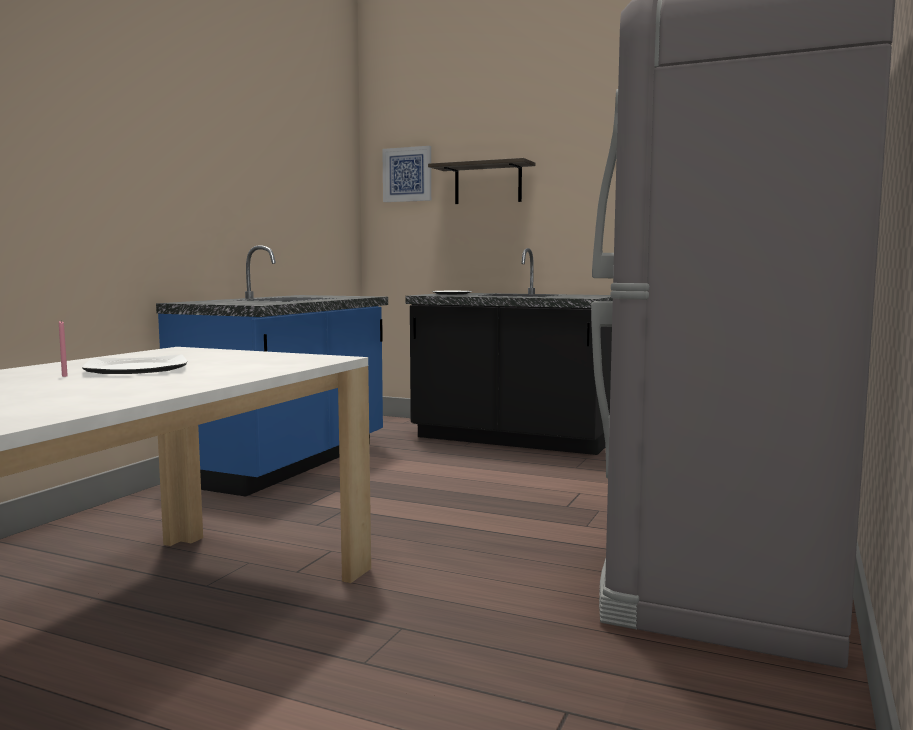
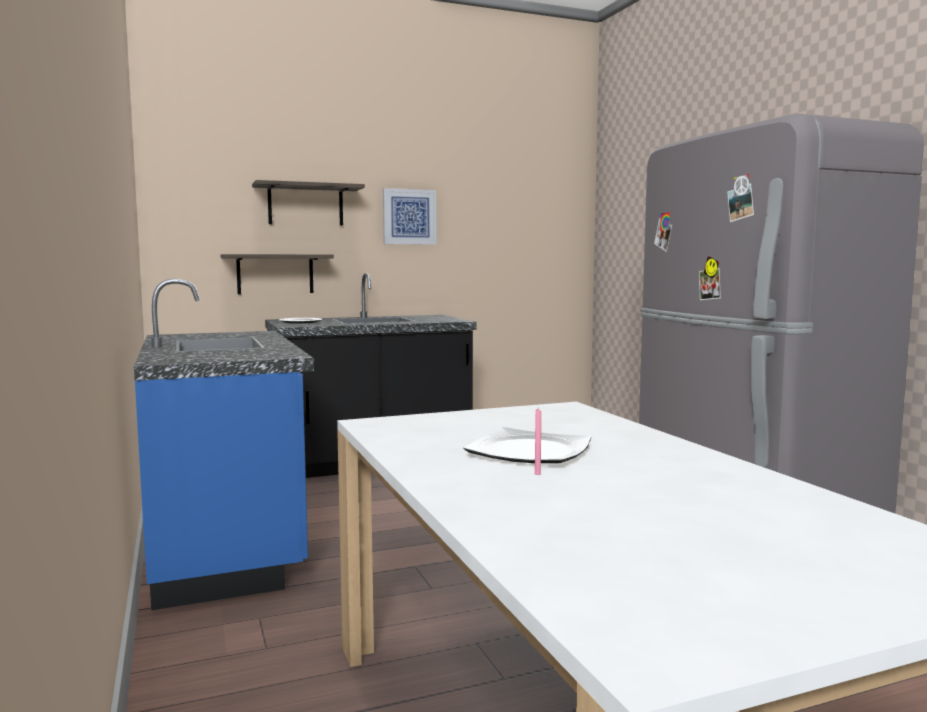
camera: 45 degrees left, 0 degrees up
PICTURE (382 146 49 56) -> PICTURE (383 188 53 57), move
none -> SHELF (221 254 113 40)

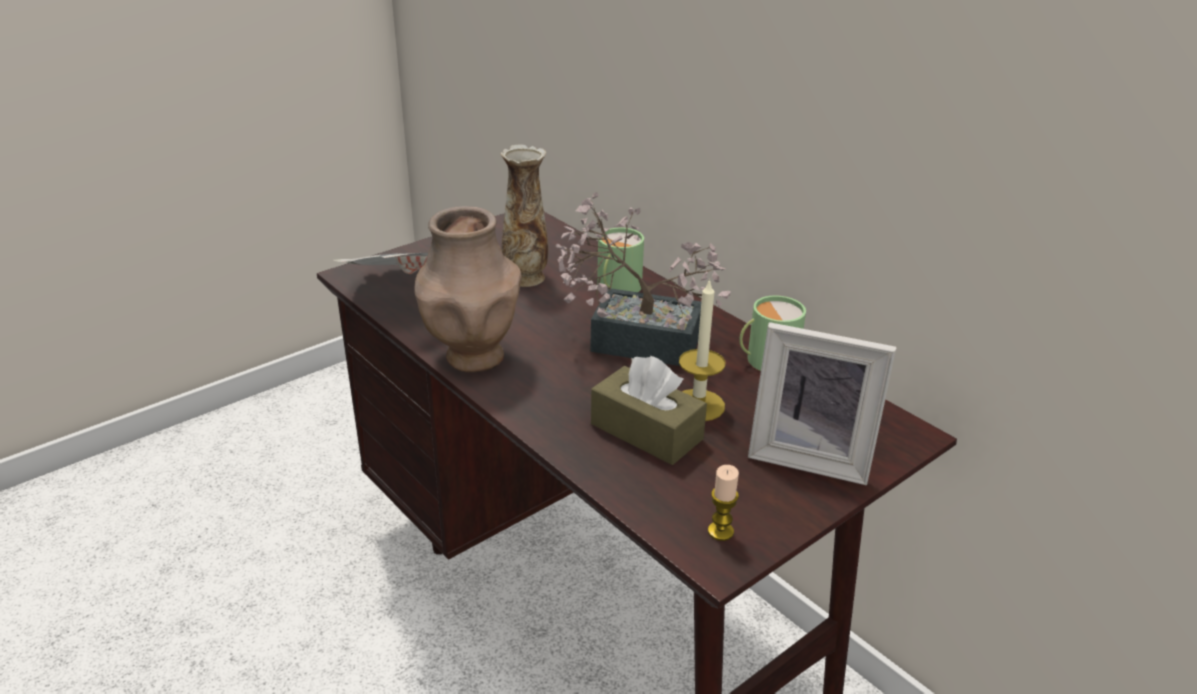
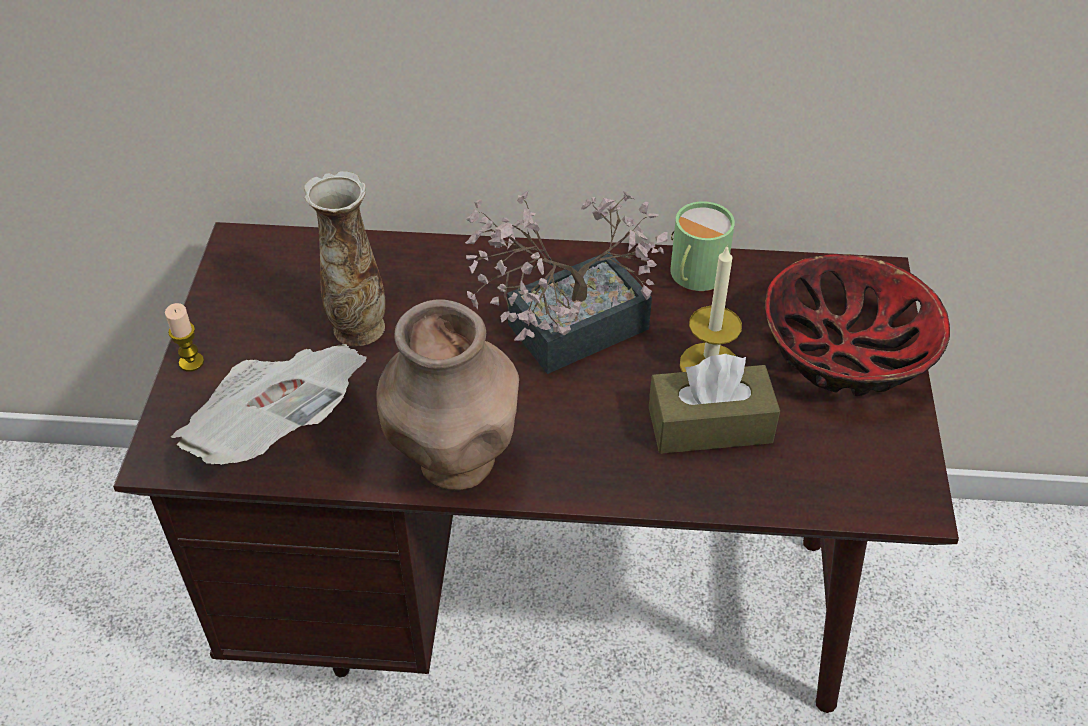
camera: 45 degrees left, 15 degrees up
GREEN MUG (596 228 48 64) -> none
CANDLE (708 465 31 76) -> CANDLE (165 303 39 69), move
PICTURE FRAME (748 322 149 163) -> BOWL (765 254 185 142)

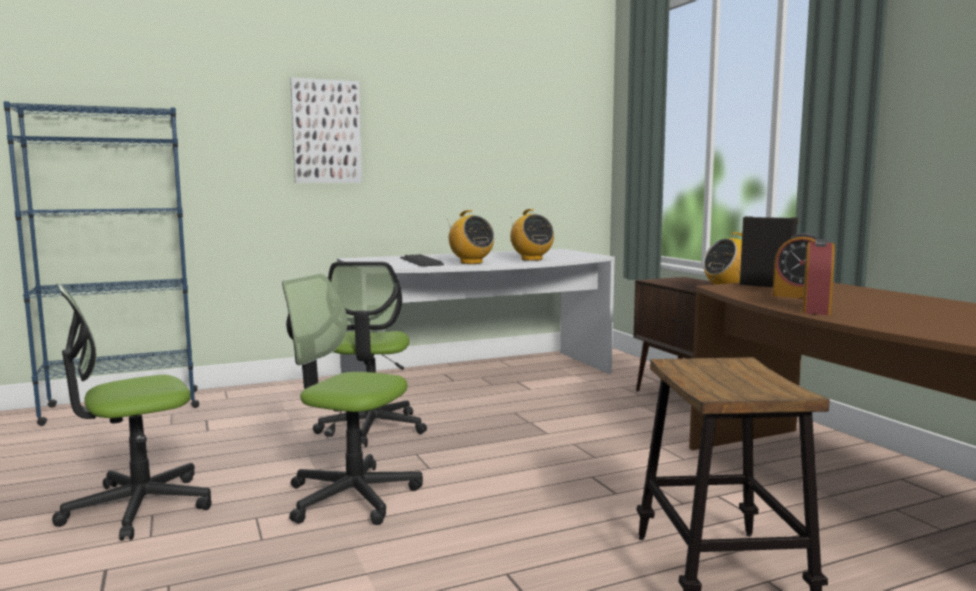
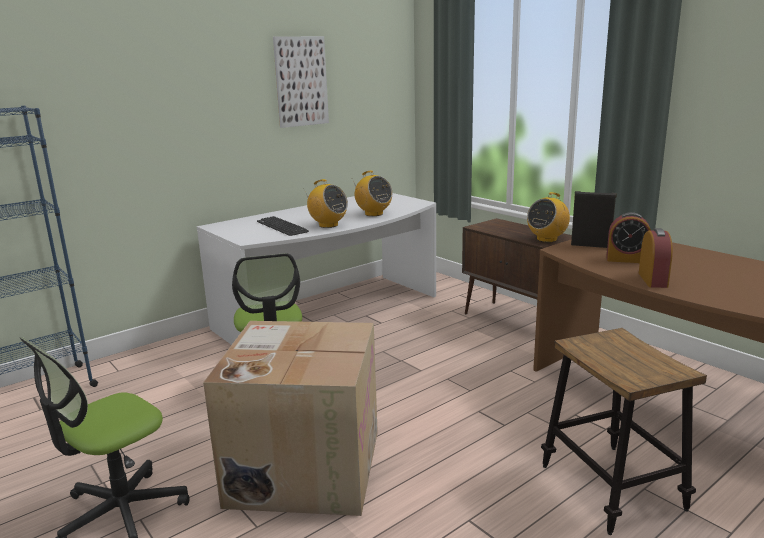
camera: 15 degrees left, 10 degrees up
OFFICE CHAIR (282 274 141 251) -> CARDBOARD BOX (203 321 175 195)
PICTURE (290 78 72 105) -> PICTURE (273 36 56 92), move

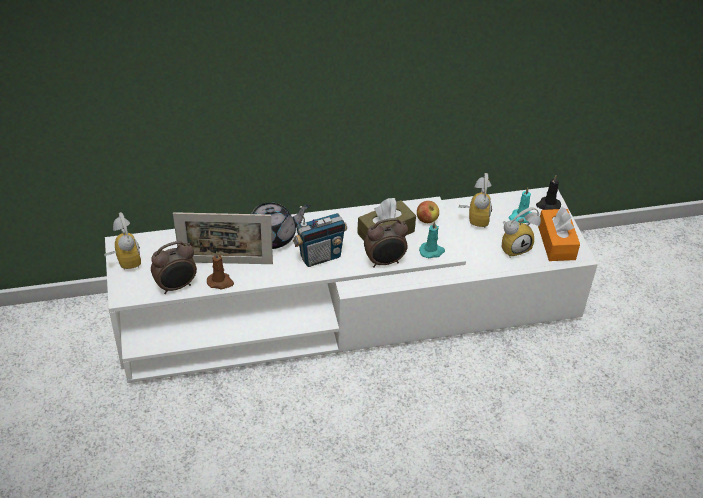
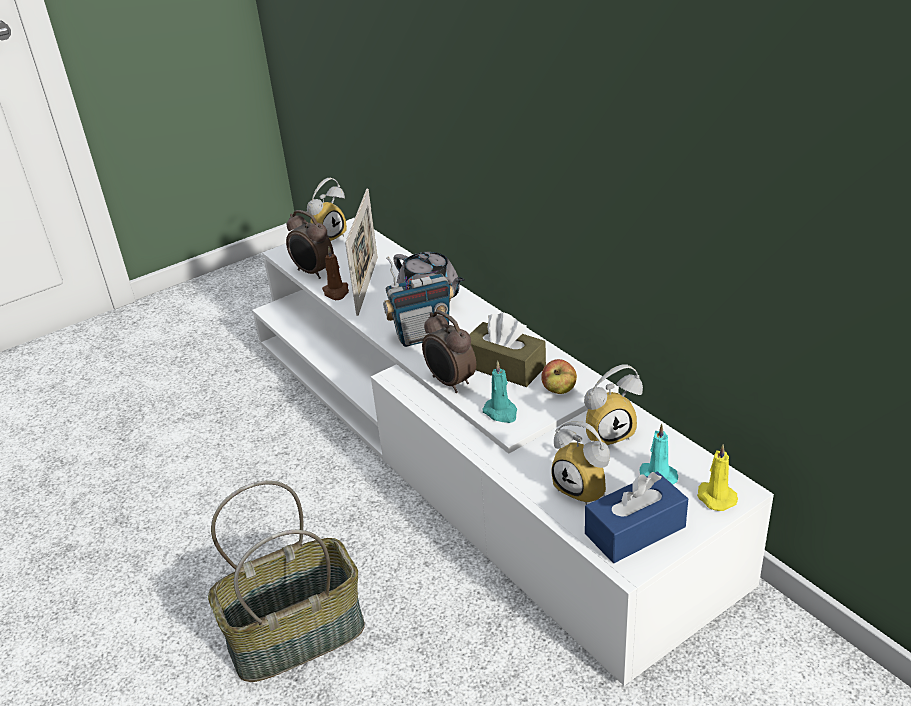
camera: 70 degrees right, 10 degrees down
PICTURE FRAME (173 212 100 52) -> PICTURE FRAME (345 189 33 127), 150 degrees counterclockwise
RADIO (293 206 54 61) -> RADIO (383 256 72 91), 60 degrees counterclockwise
BLACK CANDLE (536 176 25 34) -> YELLOW CANDLE (697 444 41 67)
ORANGE TISSUE BOX (538 207 42 54) -> BLUE TISSUE BOX (585 472 103 91)
none -> BASKET (208 481 157 201)

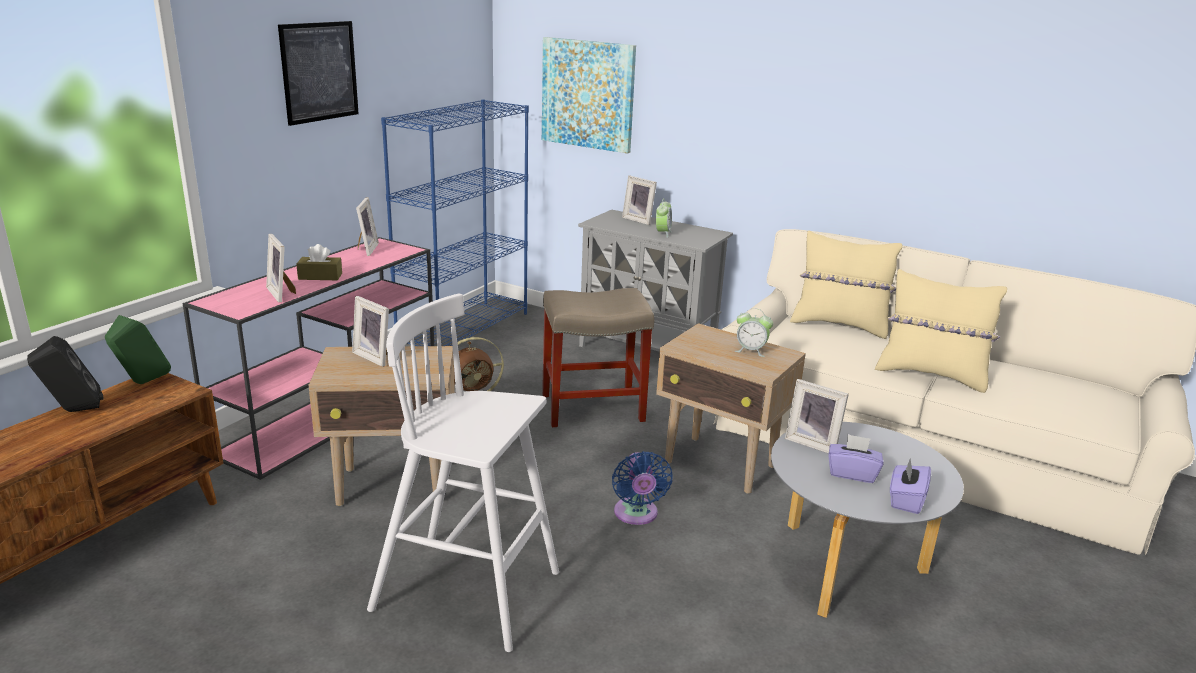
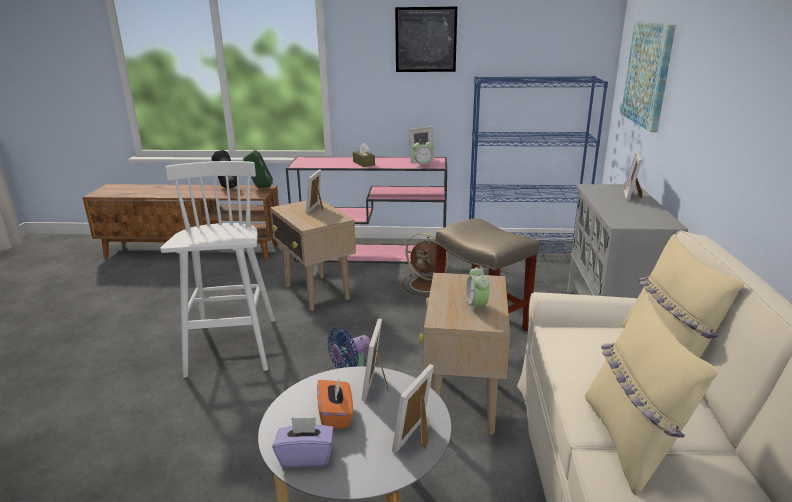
camera: 65 degrees right, 0 degrees up
PICTURE FRAME (266 234 30 68) -> PICTURE FRAME (392 364 42 90), move
ALARM CLOCK (656 199 16 39) -> ALARM CLOCK (412 141 22 27), move
PURPLE TISSUE BOX (828 434 55 49) -> ORANGE TISSUE BOX (317 378 36 51)

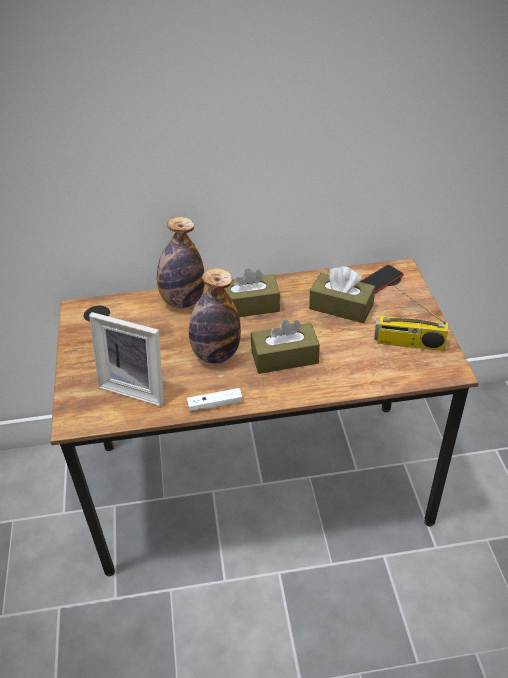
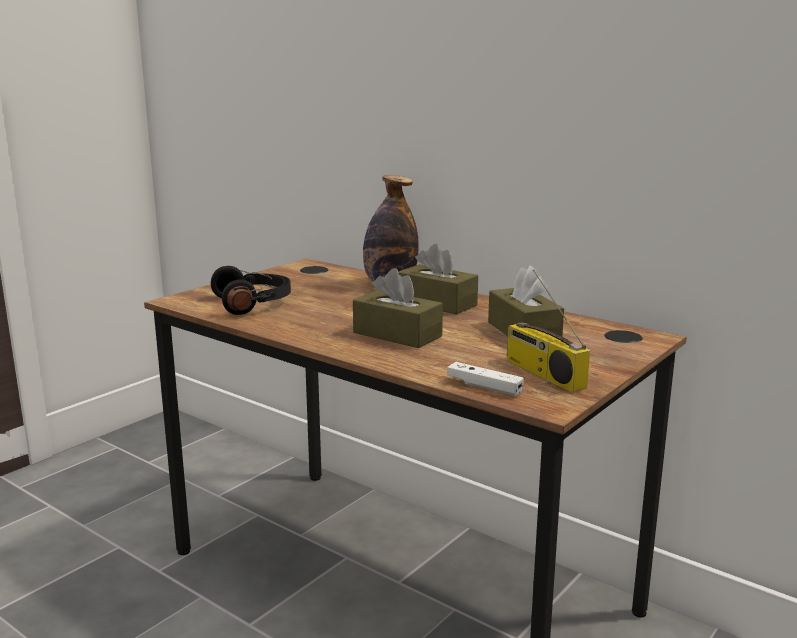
camera: 45 degrees right, 25 degrees down
PICTURE FRAME (89 312 75 94) -> BLACK HEADPHONES (211 266 80 49)
WHITE GAME CONTROLLER (187 388 55 23) -> WHITE GAME CONTROLLER (447 362 77 34), move
BOTTLE (189 268 52 95) -> none
PHONE (360 265 44 28) -> none

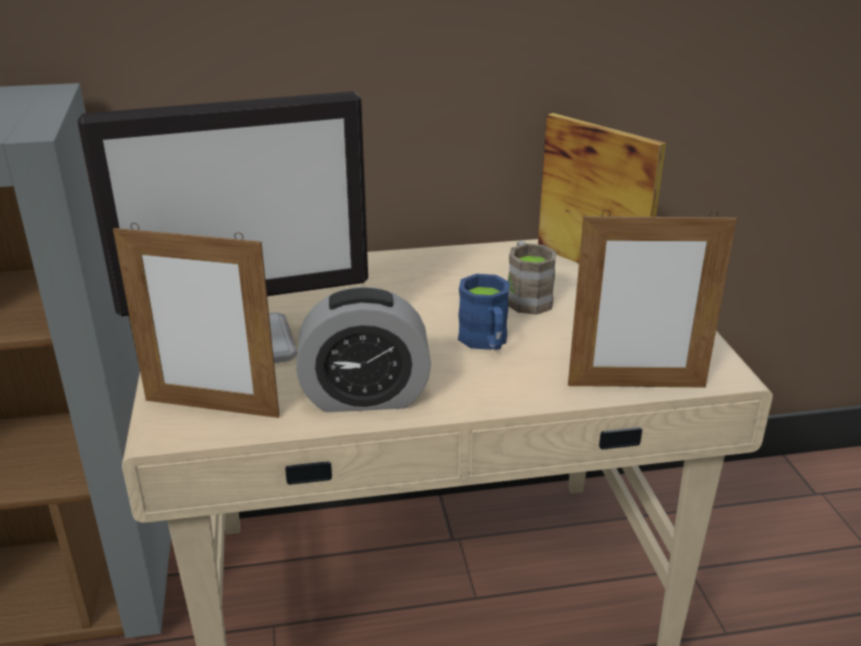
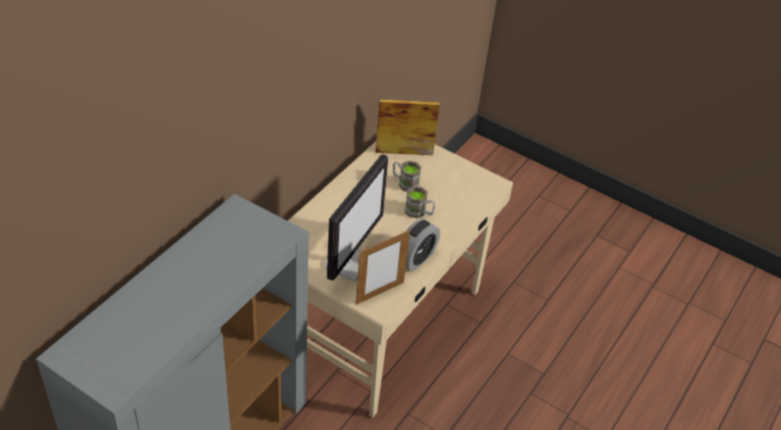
camera: 50 degrees left, 15 degrees up
BLUE MUG (458 274 52 76) -> BROWN MUG (405 186 31 32)
PICTURE FRAME (568 210 169 178) -> none

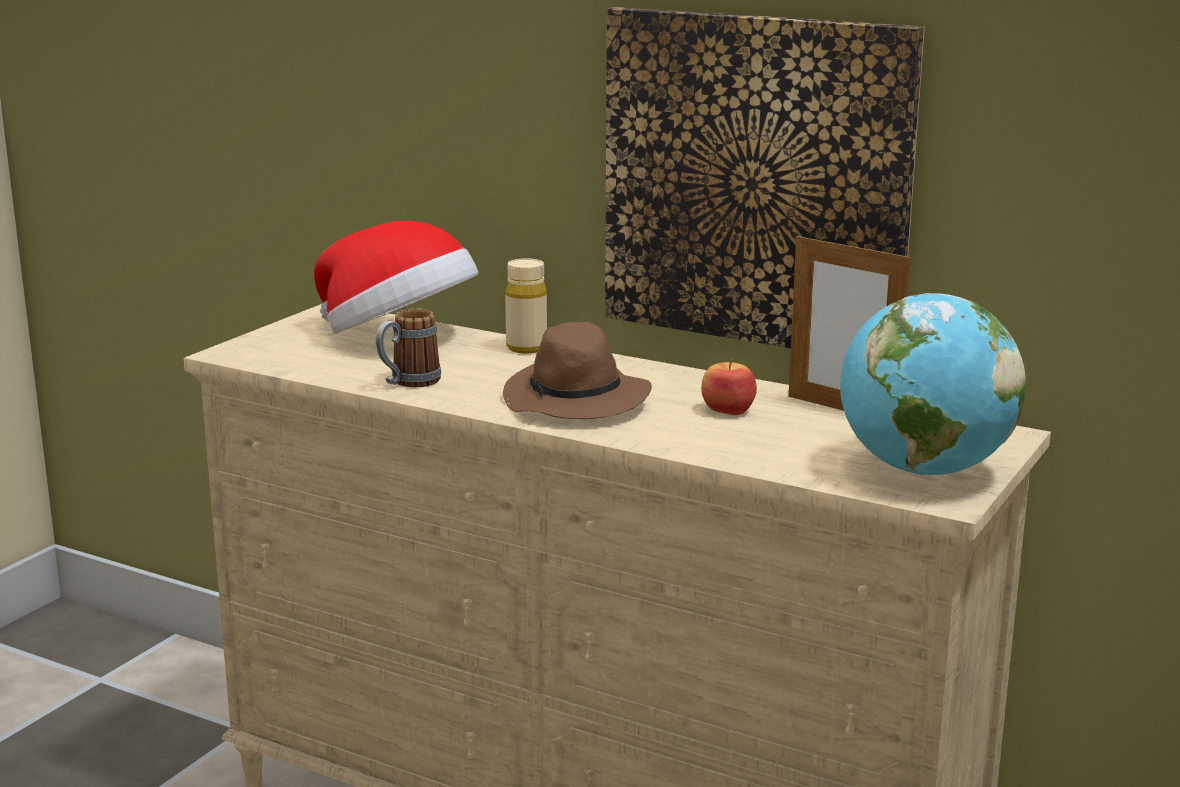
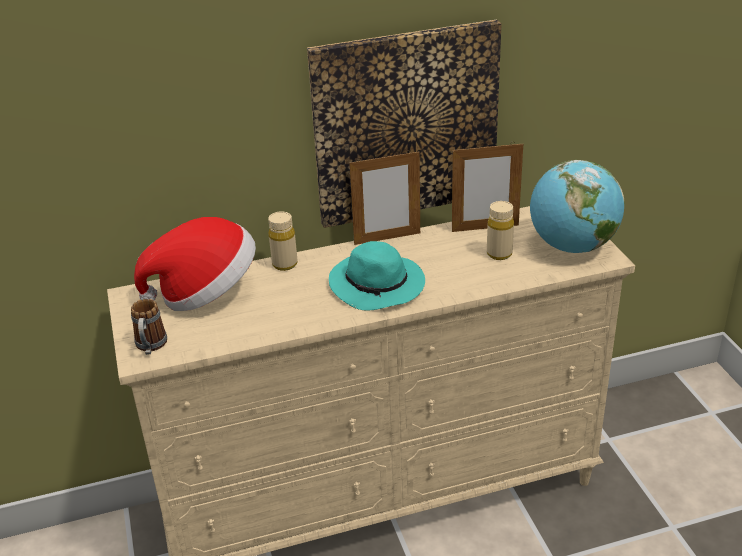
camera: 45 degrees left, 15 degrees up
MUG (376 308 65 79) -> MUG (131 299 36 56), move
BROWN HAT (503 322 149 97) -> TURQUOISE HAT (329 241 96 69)
APPLE (701 359 56 56) -> none
none -> PICTURE FRAME (349 152 71 93)
none -> BEIGE BOTTLE (487 201 27 59)

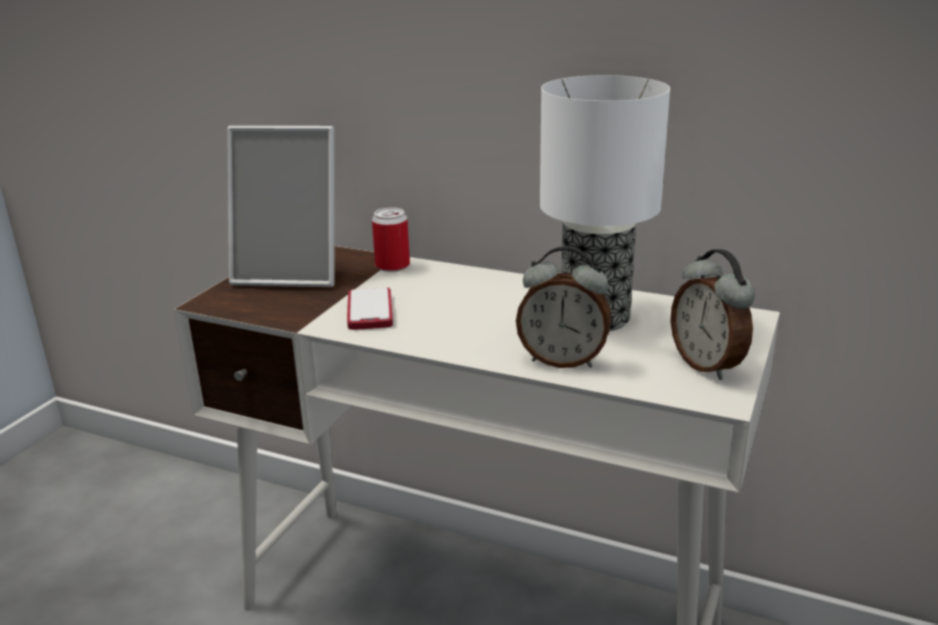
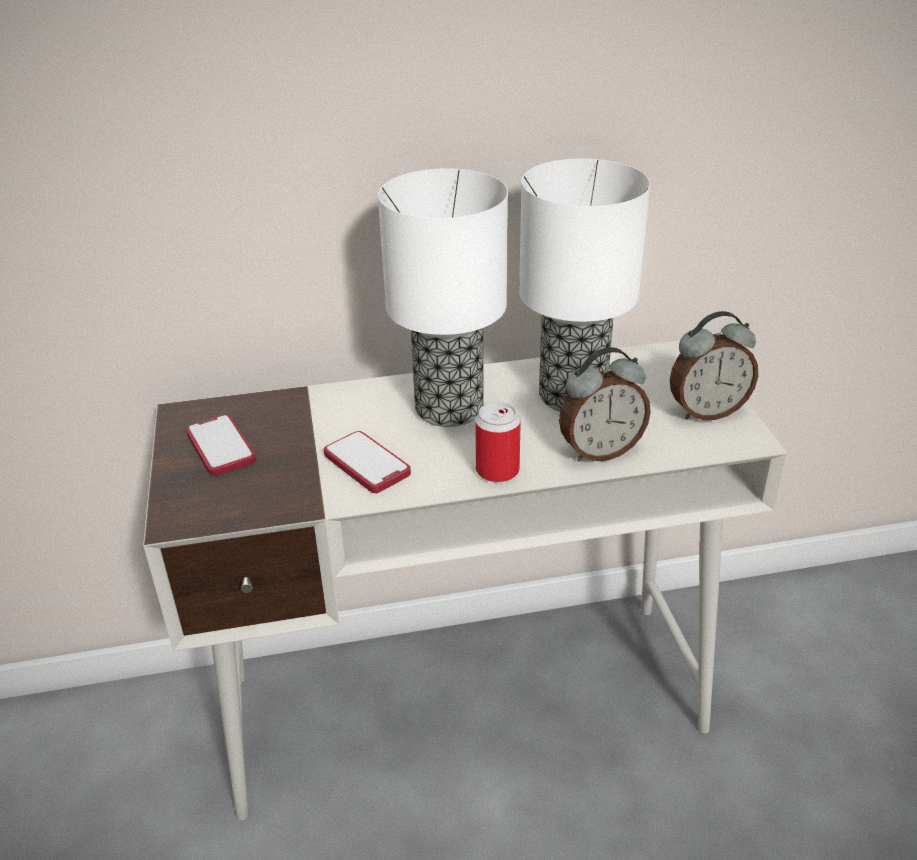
camera: 35 degrees left, 10 degrees up
PICTURE FRAME (227 126 107 161) -> PHONE (186 415 70 61)
CAN (372 207 38 65) -> CAN (475 402 46 80), move
ALARM CLOCK (671 249 84 131) -> ALARM CLOCK (670 311 88 109), 45 degrees counterclockwise
none -> TABLE LAMP (378 168 130 259)

